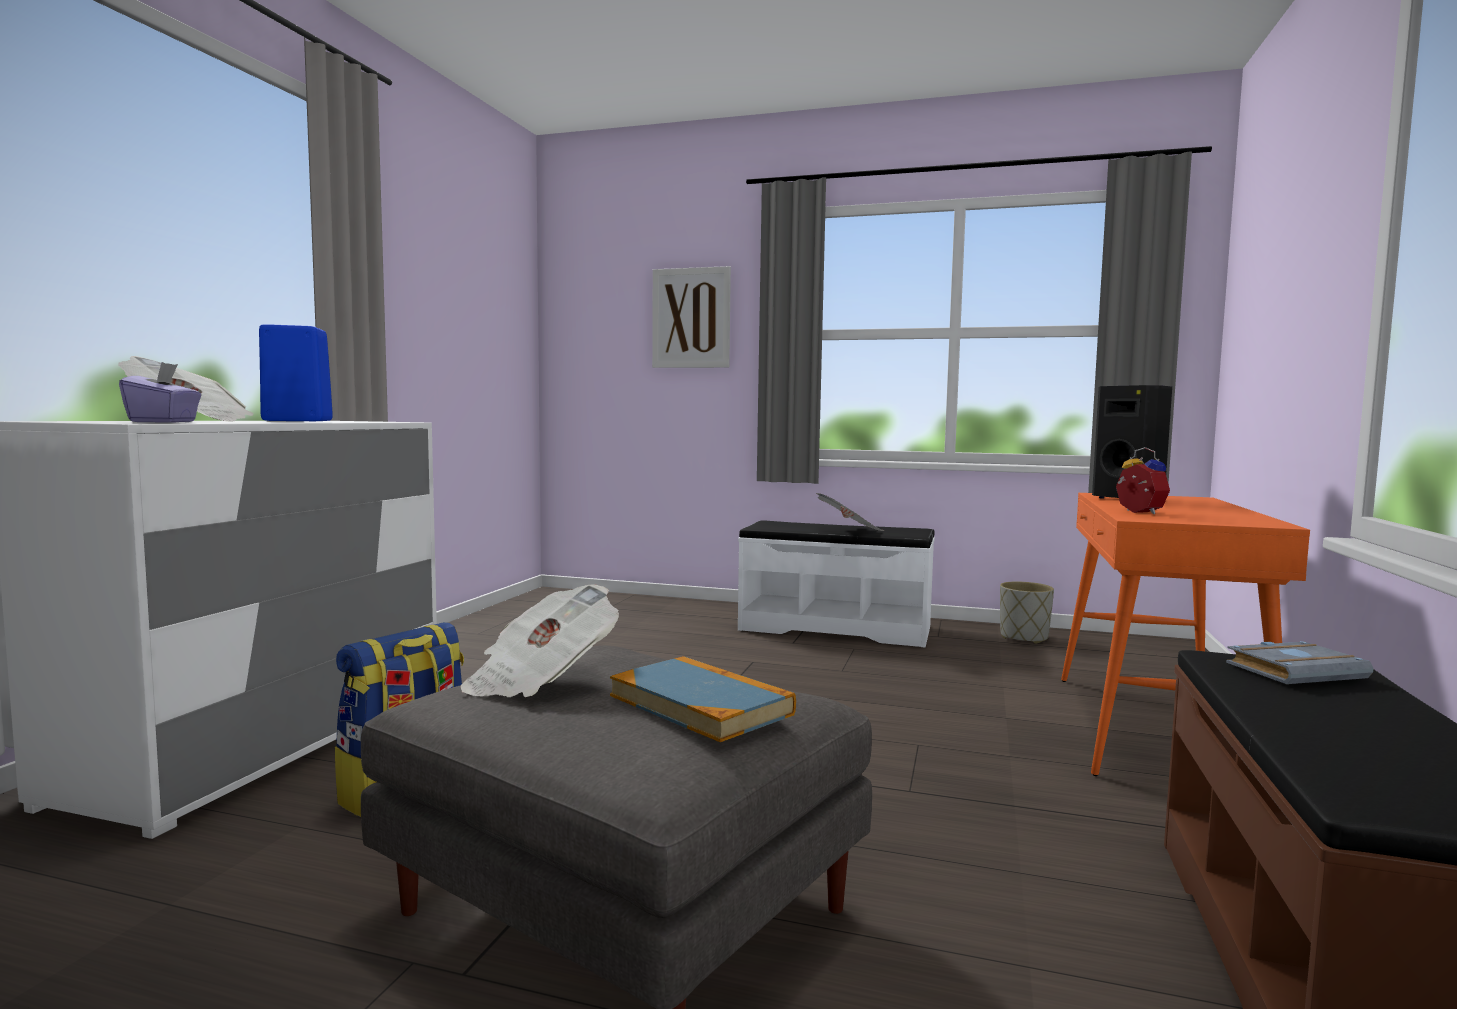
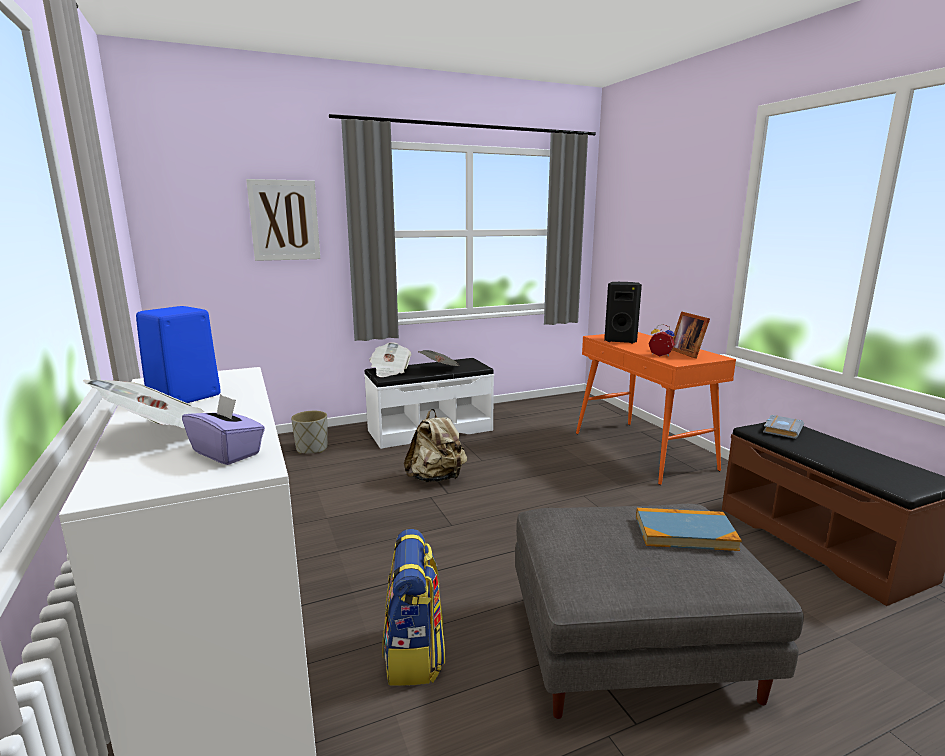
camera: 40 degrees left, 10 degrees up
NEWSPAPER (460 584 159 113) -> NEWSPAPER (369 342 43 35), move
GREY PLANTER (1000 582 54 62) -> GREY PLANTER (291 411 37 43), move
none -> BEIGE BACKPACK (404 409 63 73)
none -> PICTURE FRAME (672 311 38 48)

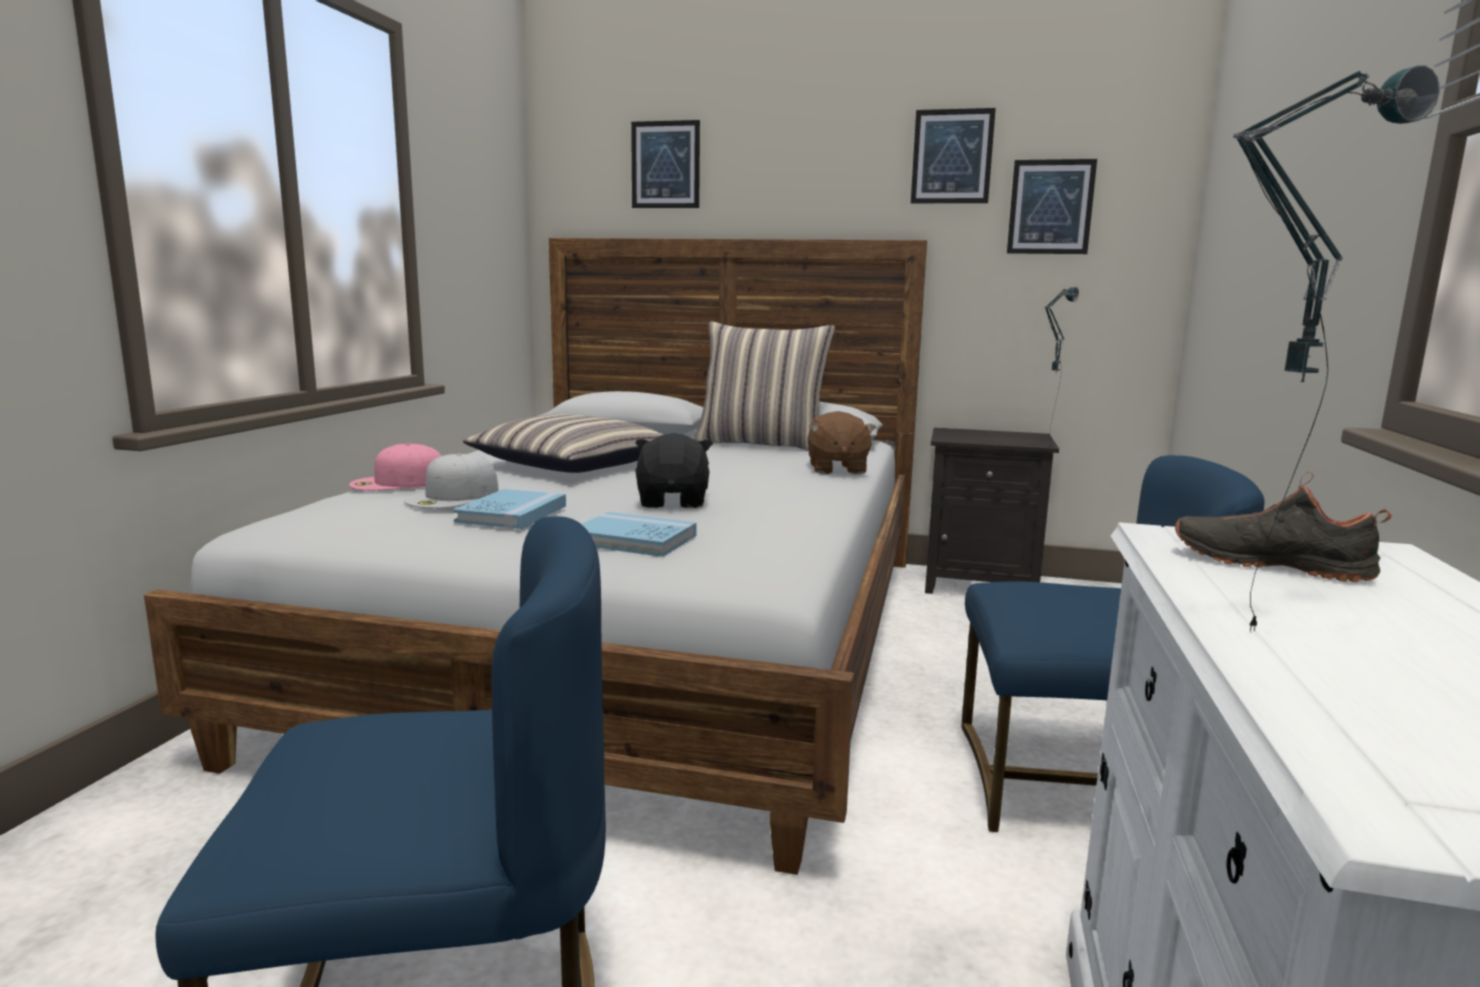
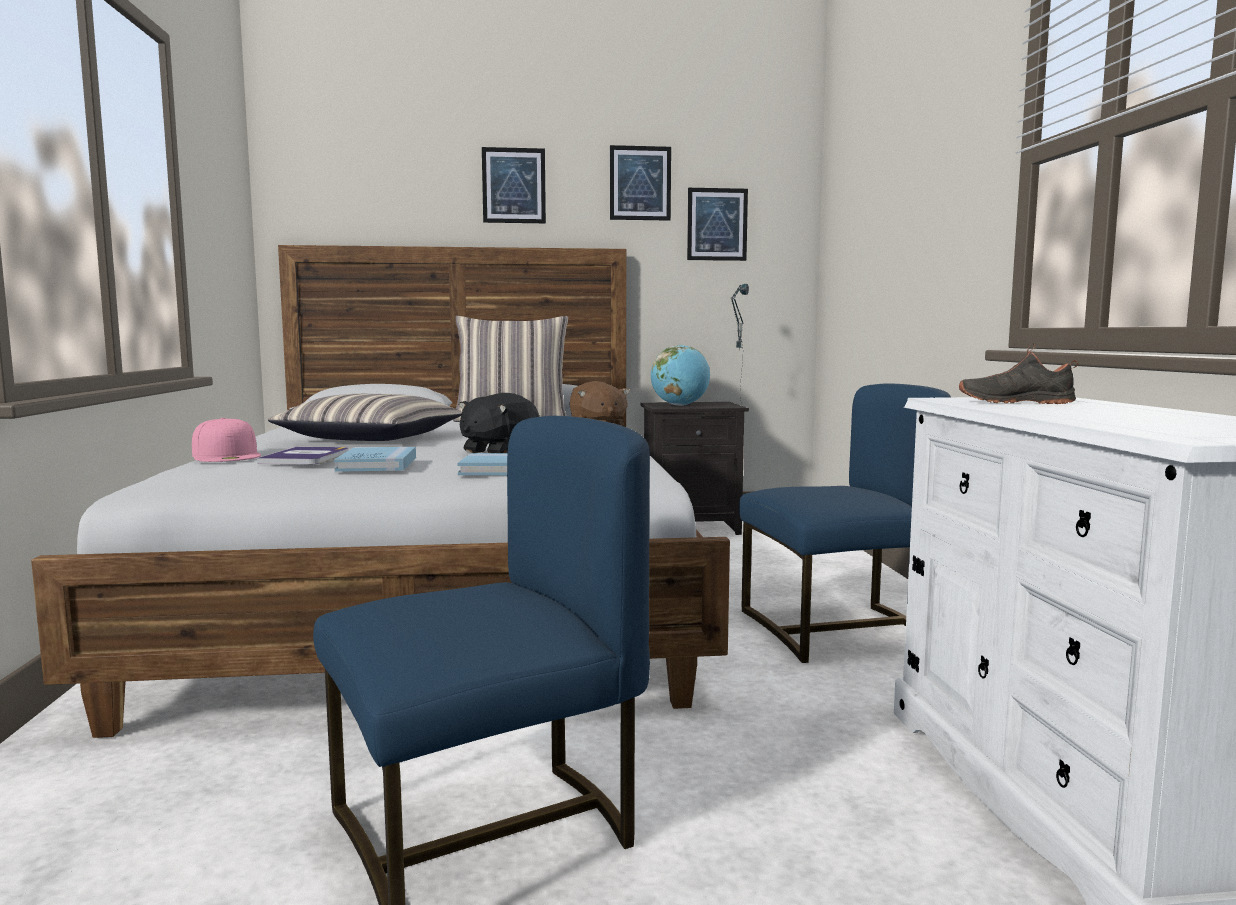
camera: 20 degrees left, 5 degrees down
PINK CAP (349 443 93 48) -> PINK CAP (192 418 69 44), 75 degrees counterclockwise
WHITE CAP (404 454 95 55) -> BOOK (257 447 91 18)
PICTURE (631 120 69 88) -> PICTURE (482 147 64 76), move
BLACK PLUSH TOY (635 433 78 75) -> BLACK PLUSH TOY (459 393 80 60), 120 degrees counterclockwise
TABLE LAMP (1232 66 207 565) -> none
none -> GLOBE (651 345 59 61)

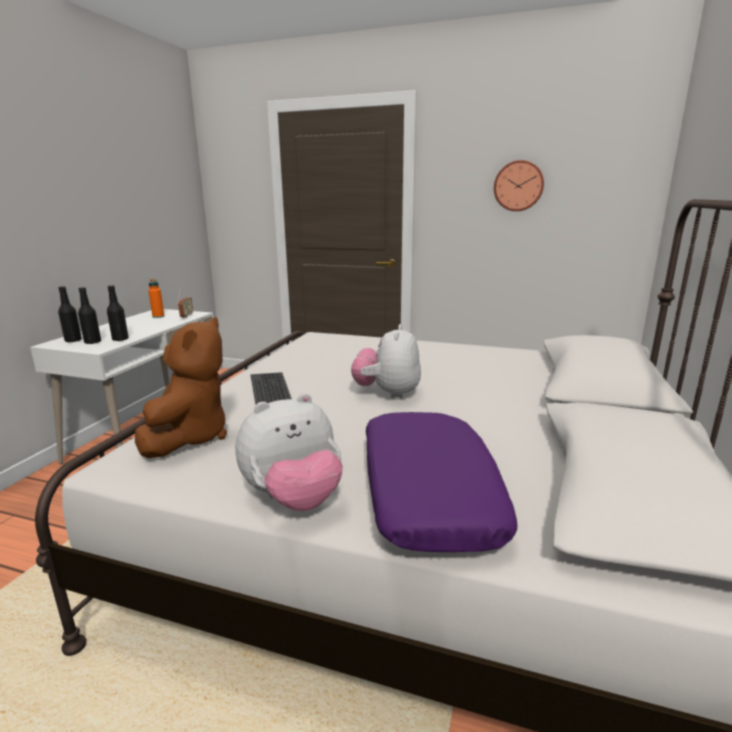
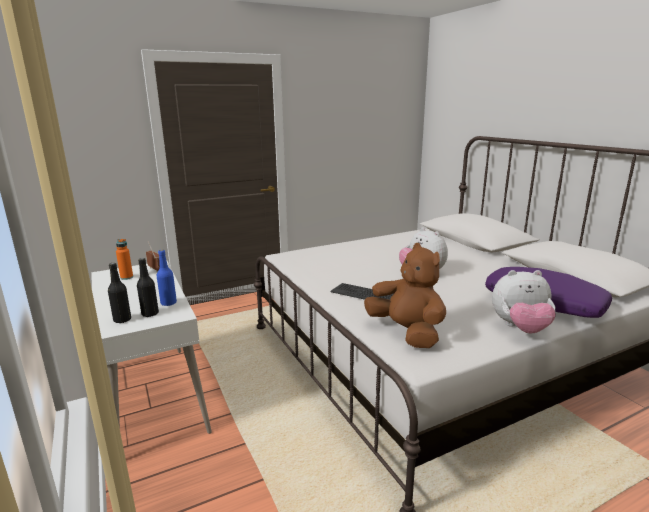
camera: 45 degrees left, 0 degrees up
BLACK BOTTLE (107 285 22 56) -> BLUE BOTTLE (157 250 20 56)
PLUSH TOY (235 393 108 118) -> PLUSH TOY (492 270 64 64), 75 degrees clockwise
WALL CLOCK (494 160 50 51) -> none

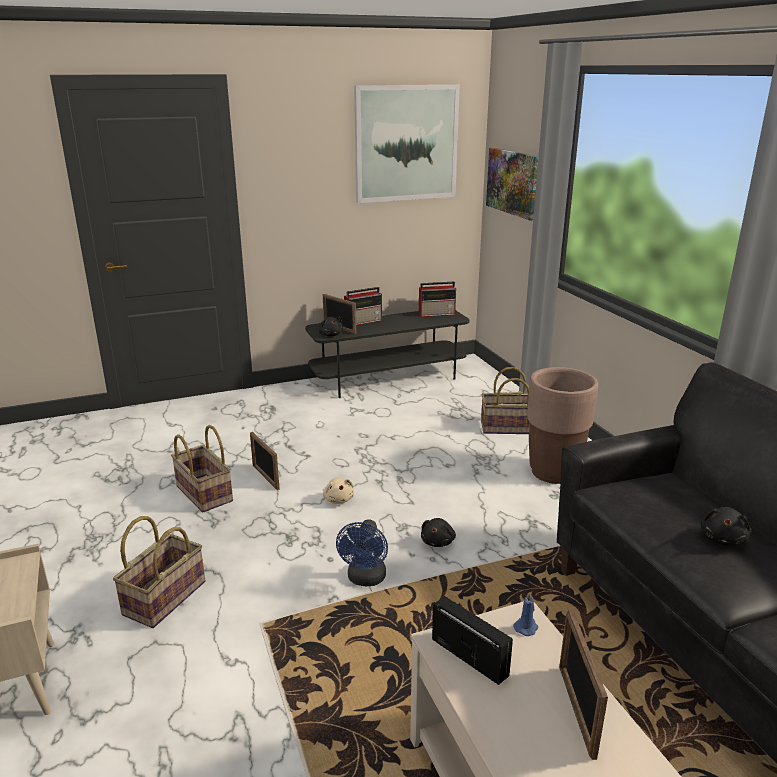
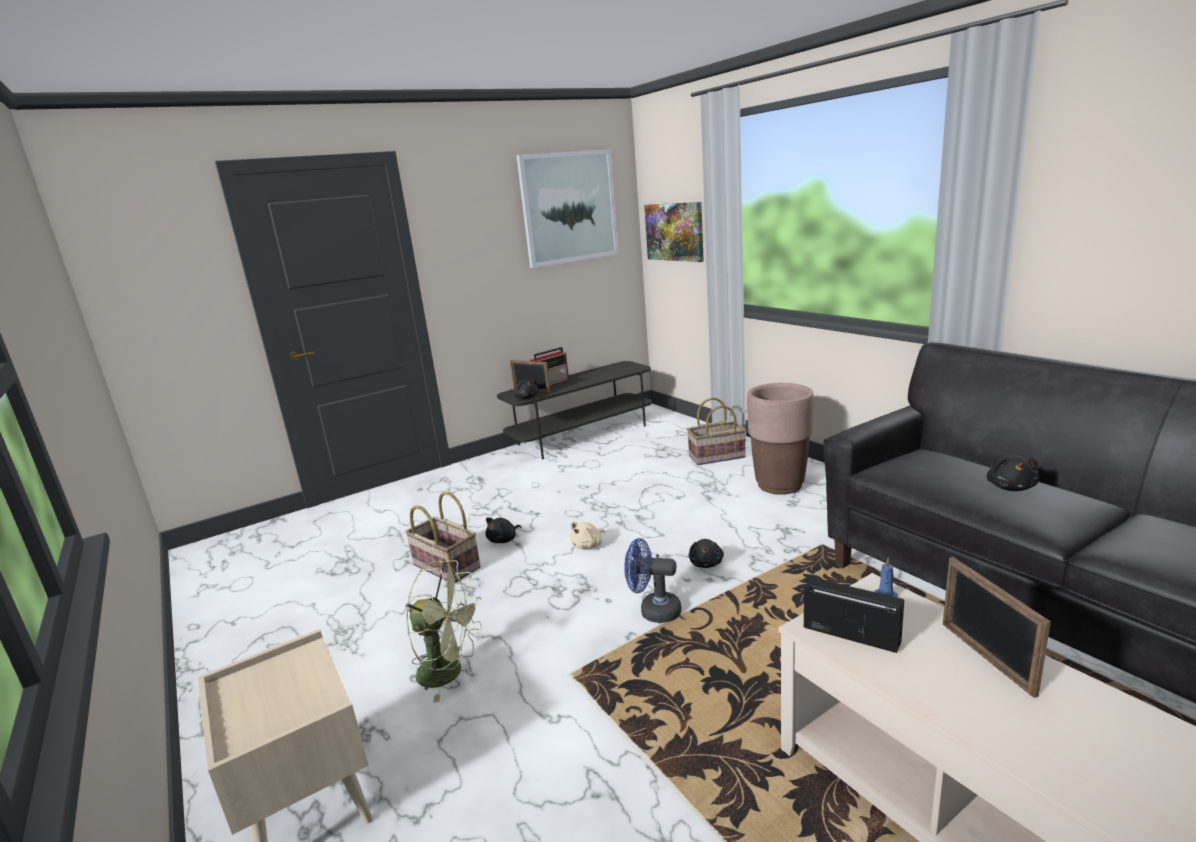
camera: 10 degrees left, 5 degrees down
BASKET (113 516 92 112) -> GREEN FAN (406 560 76 143)
PICTURE FRAME (250 432 30 58) -> BLACK PLUSH TOY (485 517 36 26)
BEIGE PLUSH TOY (323 478 31 26) -> BEIGE PLUSH TOY (570 522 35 27), 75 degrees clockwise
BLUE FAN (336 519 52 67) -> BLUE FAN (624 538 57 85), 105 degrees clockwise
RADIO (419 282 37 35) -> none

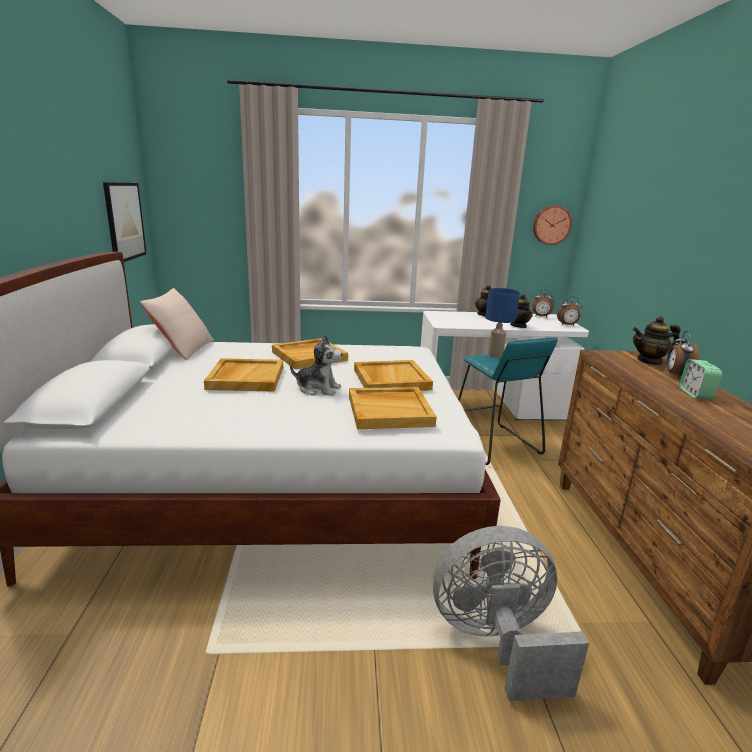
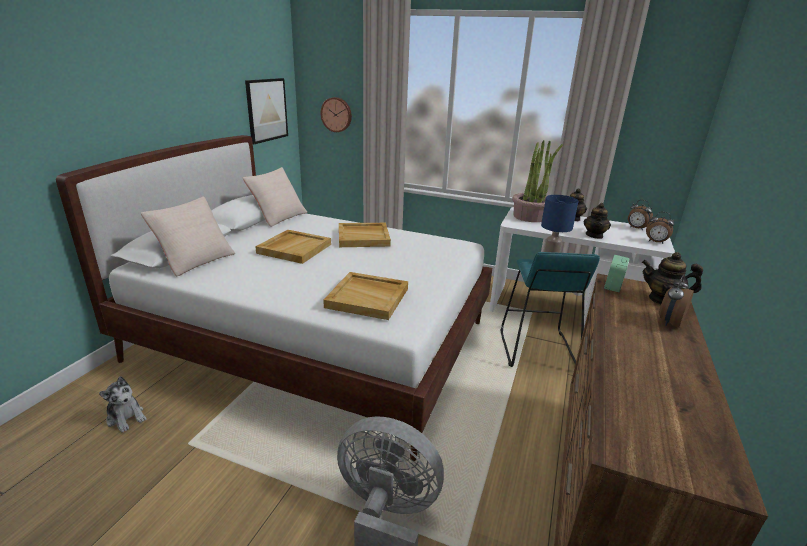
camera: 25 degrees right, 5 degrees up
PLUSH TOY (290 334 53 62) -> PLUSH TOY (99 376 48 56), move
BEIGE TRAY (354 360 79 31) -> none
WALL CLOCK (533 205 39 40) -> WALL CLOCK (320 97 32 35), move
ALARM CLOCK (679 359 43 41) -> ALARM CLOCK (604 255 26 37), move
none -> BEIGE PILLOW (141 197 94 79)
none -> POTTED PLANT (512 140 51 82)

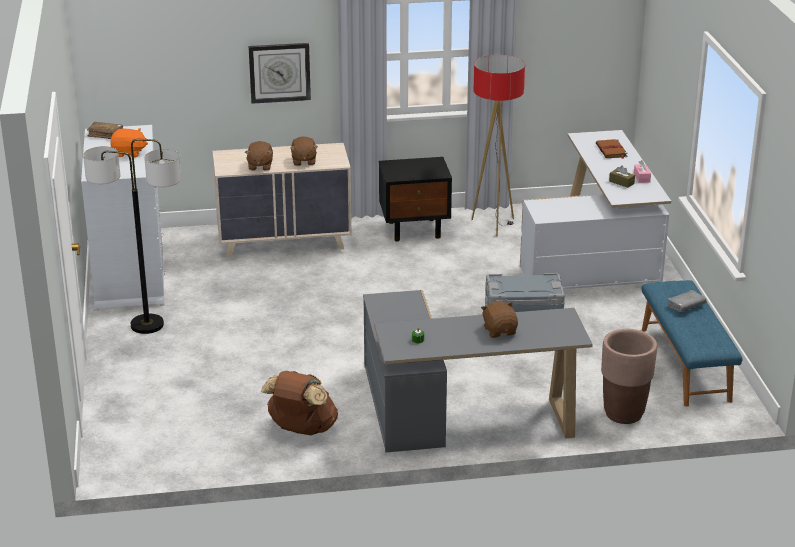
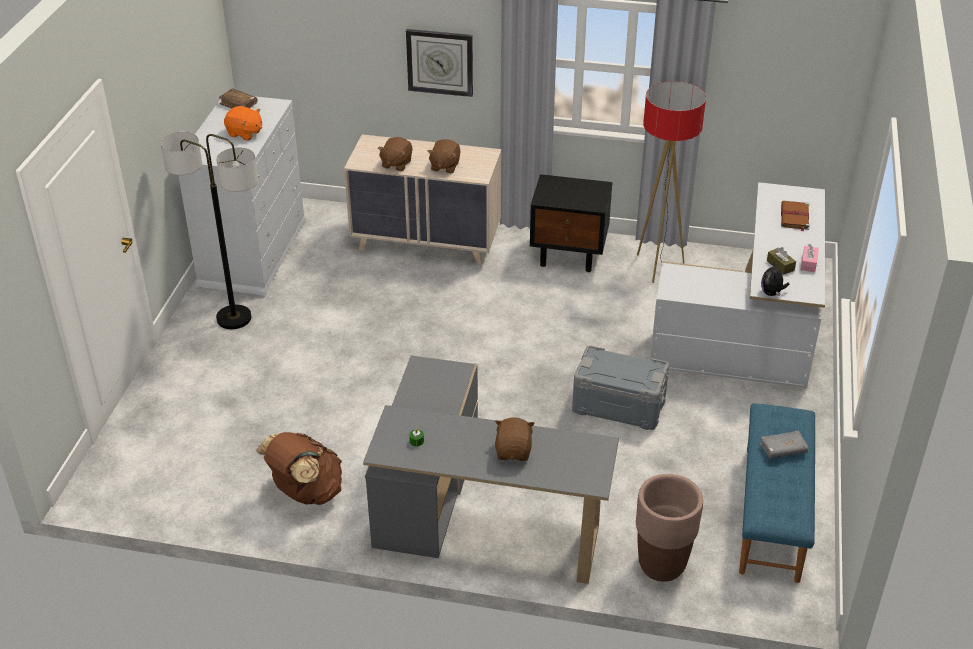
camera: 20 degrees right, 10 degrees up
none -> PLUSH TOY (761 262 28 34)

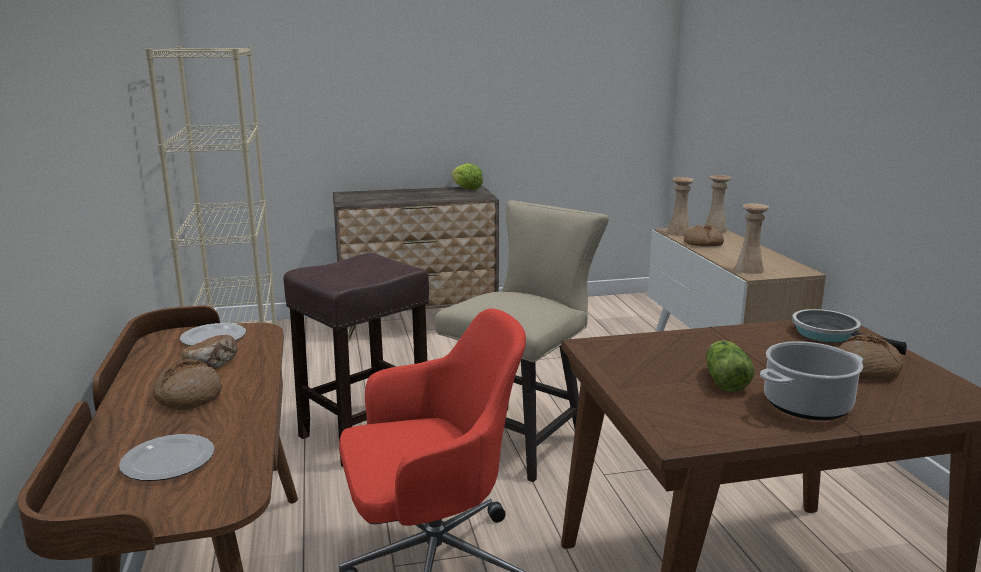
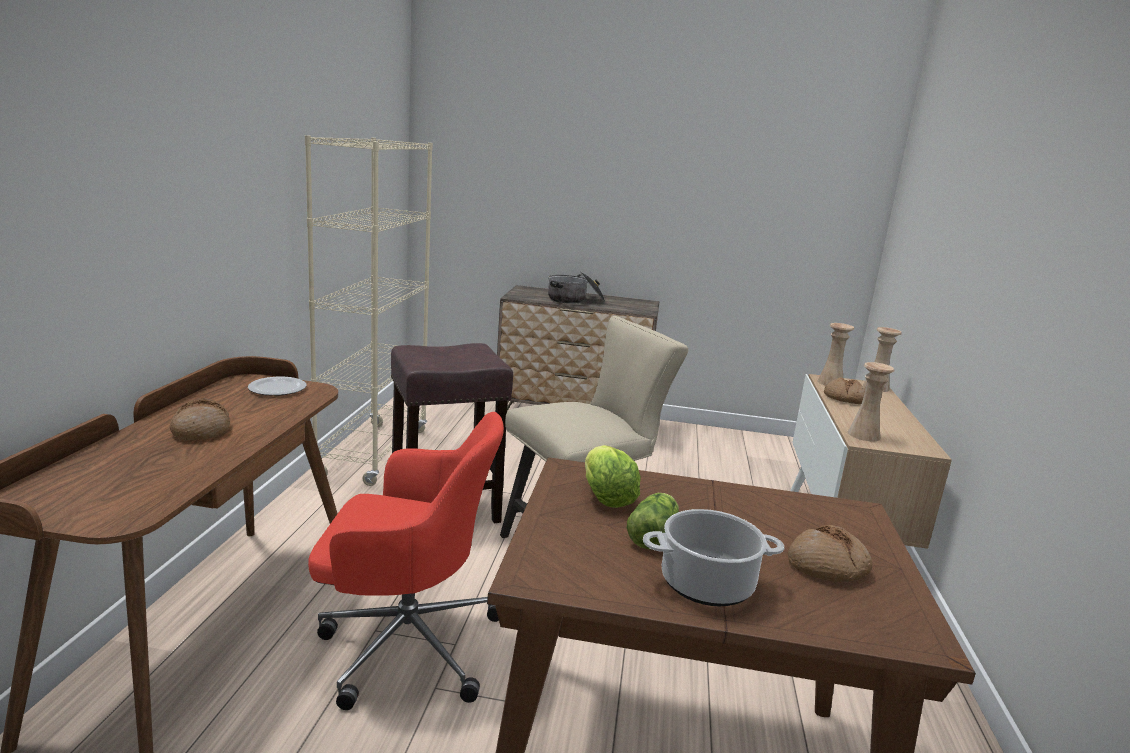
camera: 20 degrees right, 0 degrees up
PLATE (119 434 96 47) -> none
BREAD (181 335 56 34) -> none
LETTUCE (451 163 32 27) -> LETTUCE (585 445 56 63), move
FRYING PAN (792 309 115 46) -> none
none -> COOKING POT (548 272 57 32)

